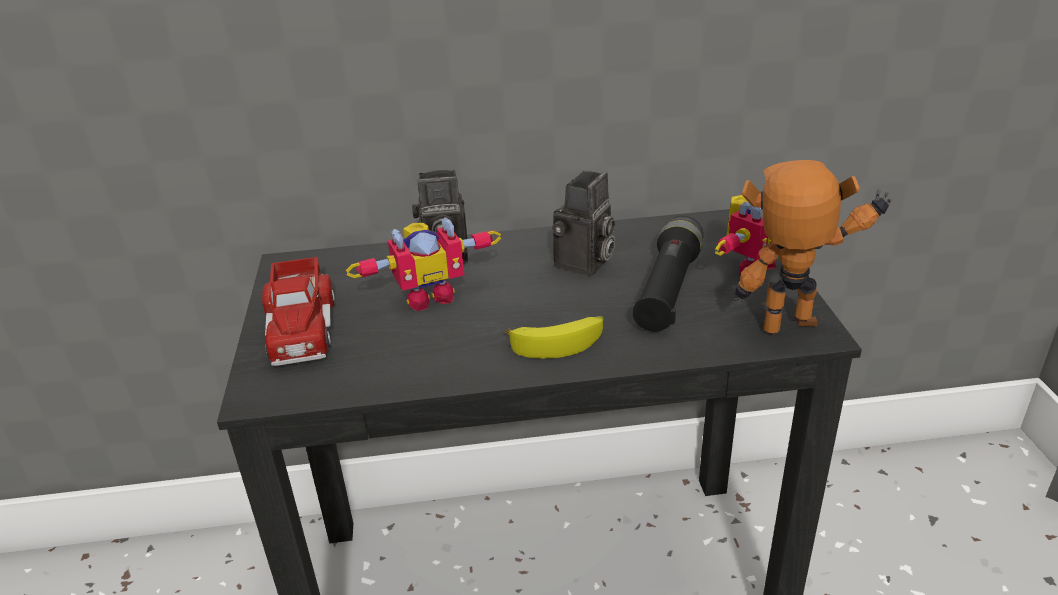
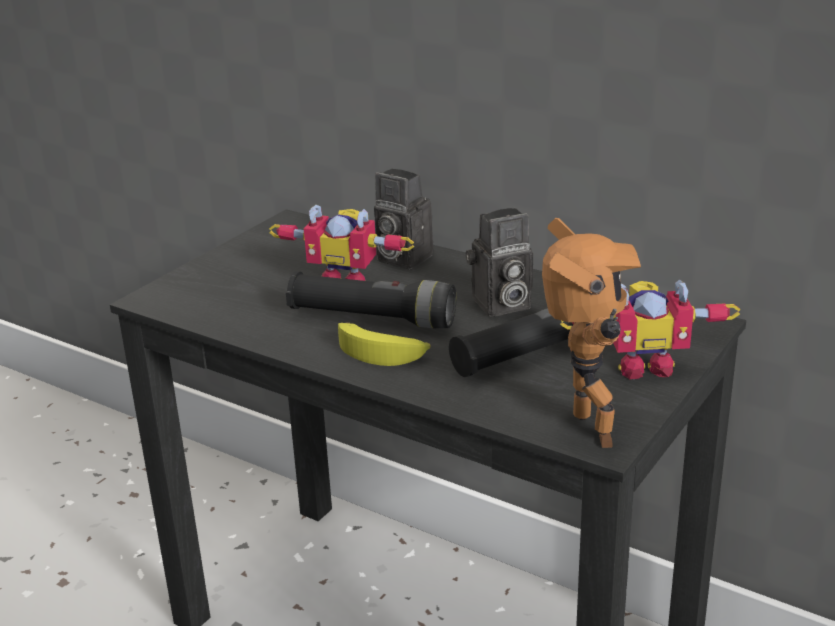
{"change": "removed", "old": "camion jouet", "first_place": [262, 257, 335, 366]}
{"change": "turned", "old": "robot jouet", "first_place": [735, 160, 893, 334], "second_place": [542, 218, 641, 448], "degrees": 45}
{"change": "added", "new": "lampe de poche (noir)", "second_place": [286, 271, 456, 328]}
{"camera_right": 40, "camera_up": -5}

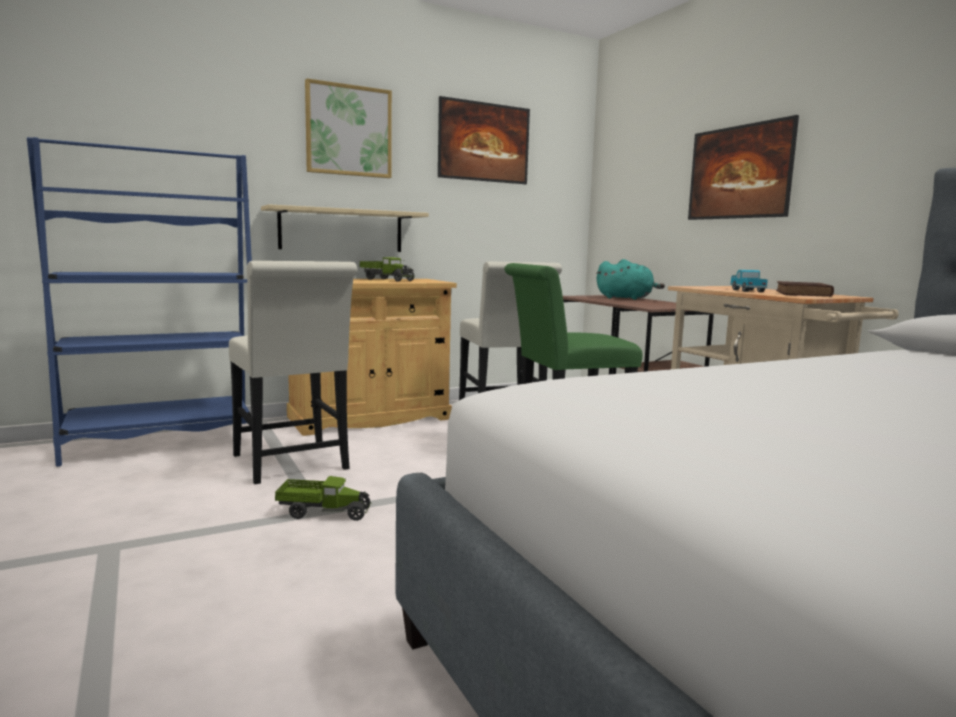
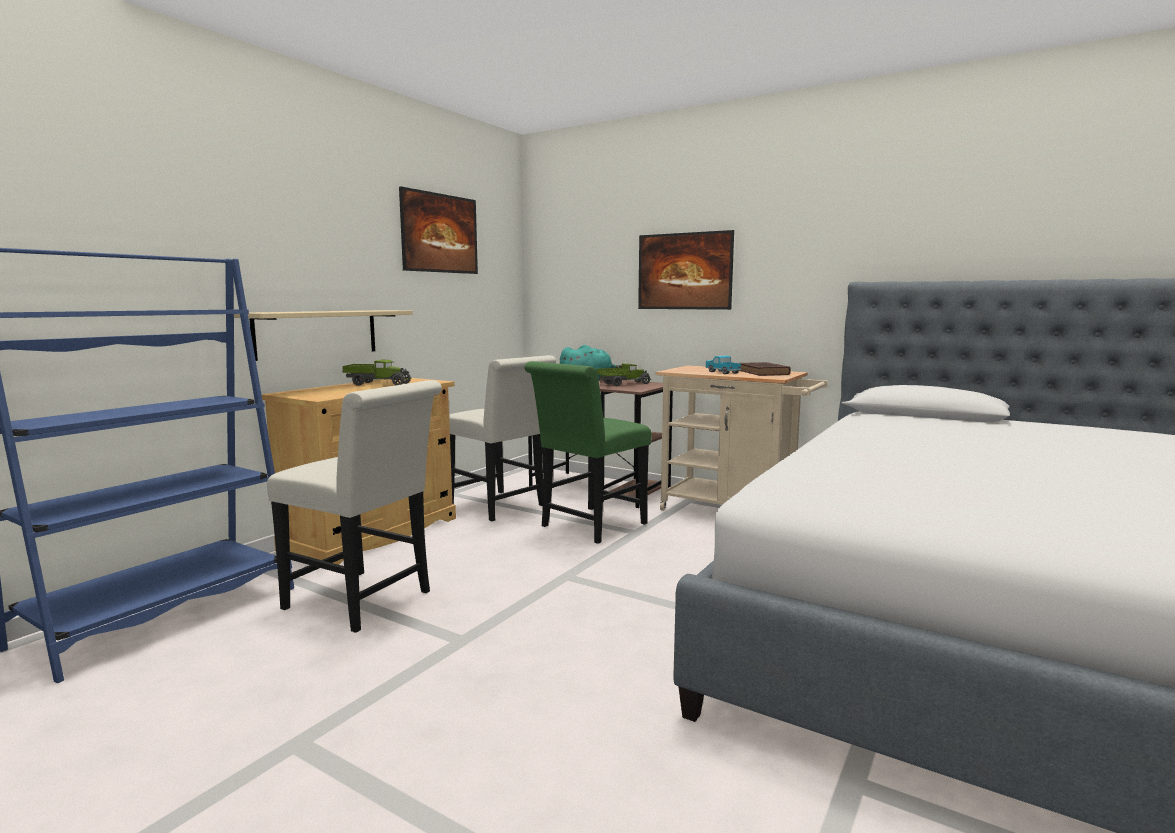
{"change": "moved", "old": "camion jouet", "first_place": [275, 476, 372, 521], "second_place": [597, 363, 651, 386]}
{"change": "removed", "old": "tableau", "first_place": [305, 78, 392, 178]}
{"camera_right": -30, "camera_up": 0}

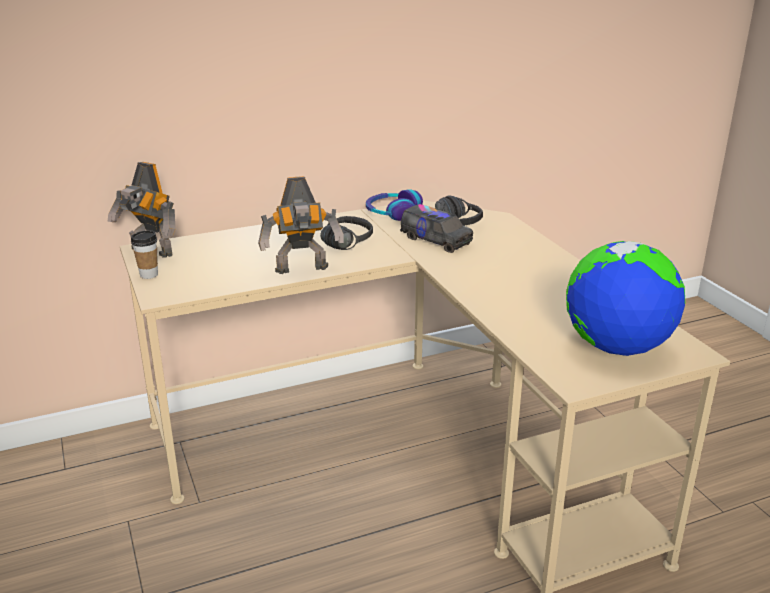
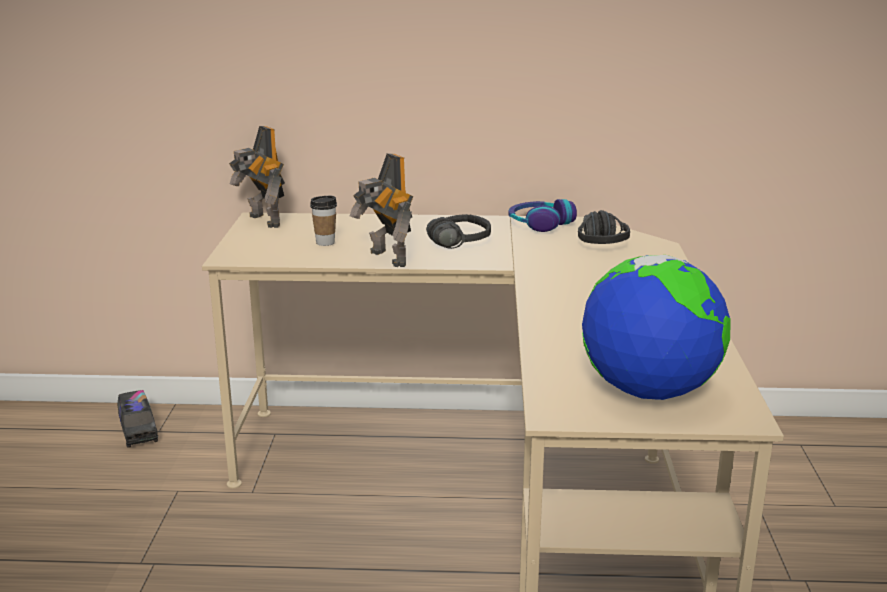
{"change": "moved", "old": "tasse", "first_place": [131, 230, 158, 279], "second_place": [310, 196, 337, 246]}
{"change": "turned", "old": "robot jouet", "first_place": [258, 176, 344, 274], "second_place": [350, 153, 414, 267], "degrees": 45}
{"change": "moved", "old": "camion jouet", "first_place": [400, 204, 473, 253], "second_place": [118, 390, 158, 448]}
{"camera_right": 25, "camera_up": -5}

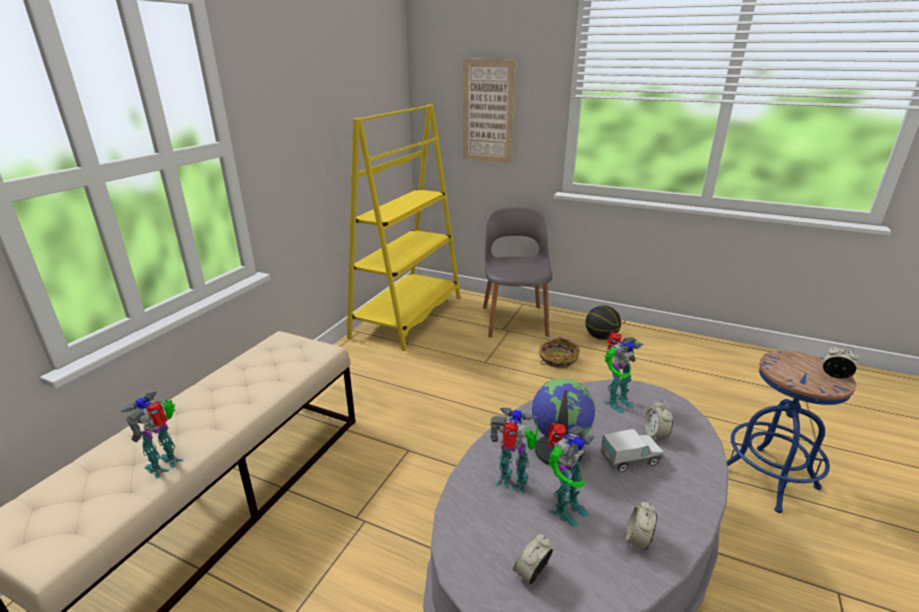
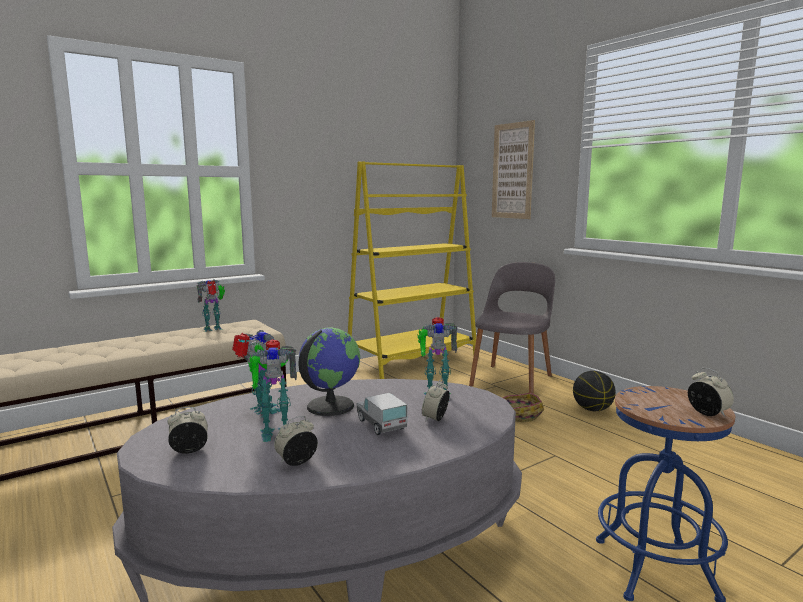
{"change": "moved", "old": "robot jouet", "first_place": [120, 392, 184, 479], "second_place": [197, 280, 225, 332]}
{"change": "turned", "old": "camion jouet", "first_place": [601, 429, 664, 472], "second_place": [357, 393, 407, 435], "degrees": -135}
{"camera_right": 30, "camera_up": -15}

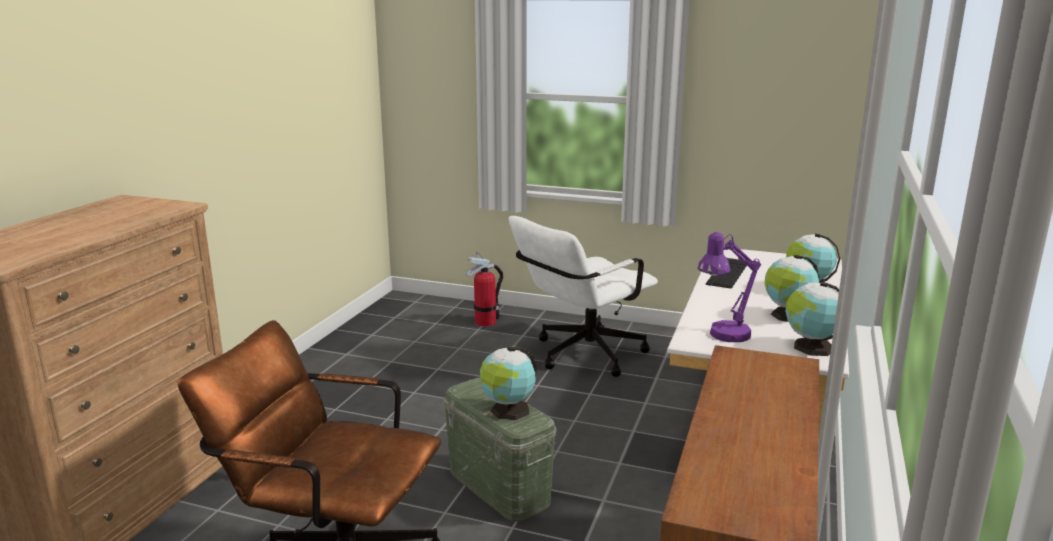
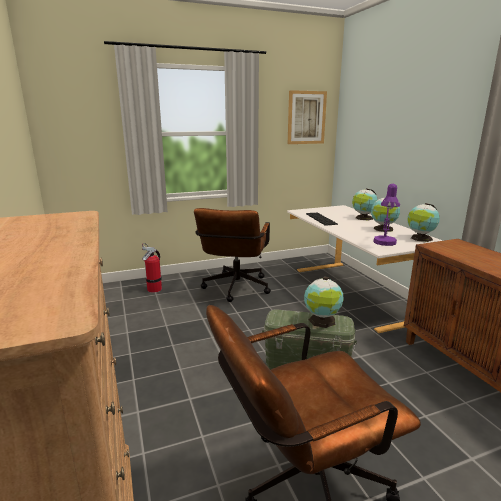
{"change": "recoloured", "old": "chaise de bureau (blanc)", "new": "chaise de bureau (marron)", "first_place": [509, 216, 658, 377], "second_place": [194, 208, 271, 302]}
{"change": "added", "new": "tableau", "second_place": [288, 90, 327, 144]}
{"camera_right": -40, "camera_up": 0}

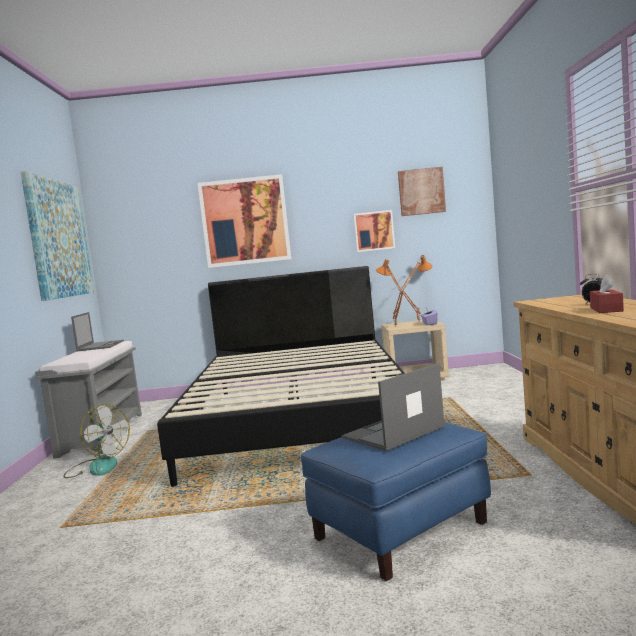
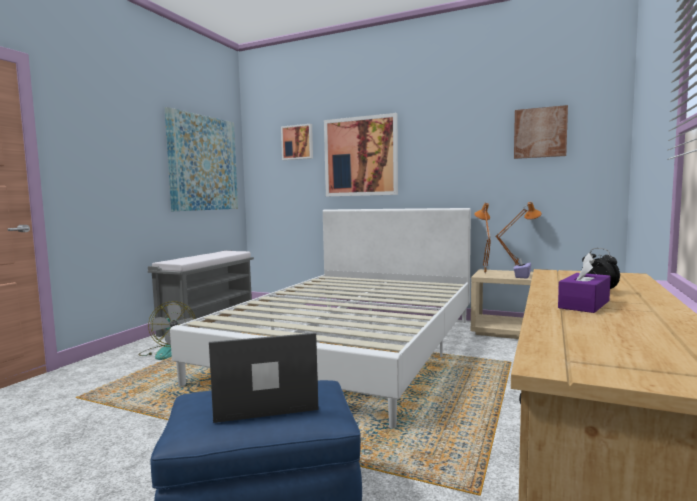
{"change": "removed", "old": "ordinateur portable", "first_place": [71, 312, 124, 351]}
{"change": "recoloured", "old": "lit (noir)", "new": "lit (blanc)", "first_place": [157, 266, 405, 487], "second_place": [170, 208, 471, 428]}
{"change": "moved", "old": "tableau", "first_place": [353, 210, 395, 252], "second_place": [281, 124, 313, 160]}
{"change": "recoloured", "old": "boîte à mouchoirs (rouge)", "new": "boîte à mouchoirs (violet)", "first_place": [590, 275, 624, 313], "second_place": [558, 253, 611, 313]}
{"camera_right": 25, "camera_up": 0}

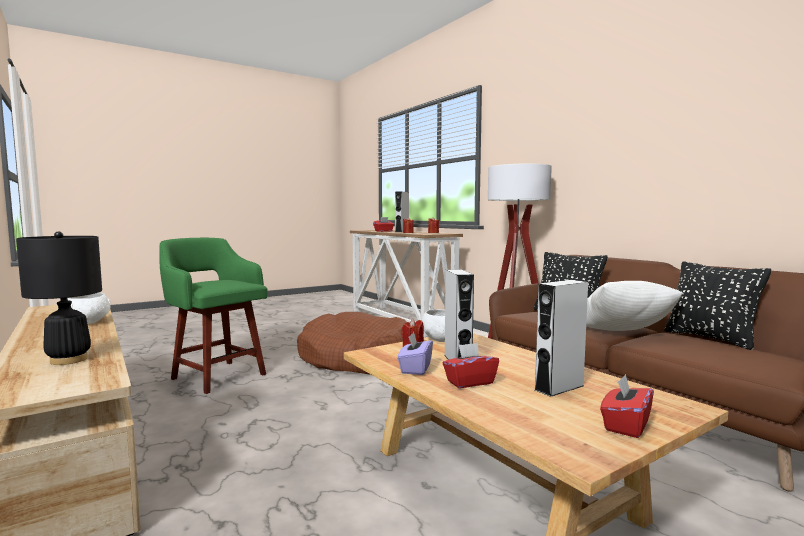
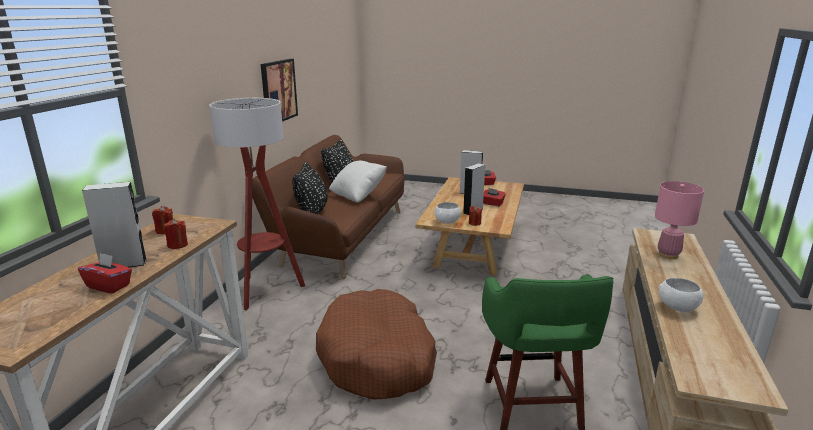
{"change": "recoloured", "old": "lampe de table (noir)", "new": "lampe de table (rose)", "first_place": [16, 231, 102, 365], "second_place": [655, 181, 704, 259]}
{"change": "removed", "old": "boîte à mouchoirs (violet)", "first_place": [397, 332, 433, 375]}
{"change": "added", "new": "tableau", "second_place": [261, 59, 298, 122]}
{"camera_right": -130, "camera_up": 15}

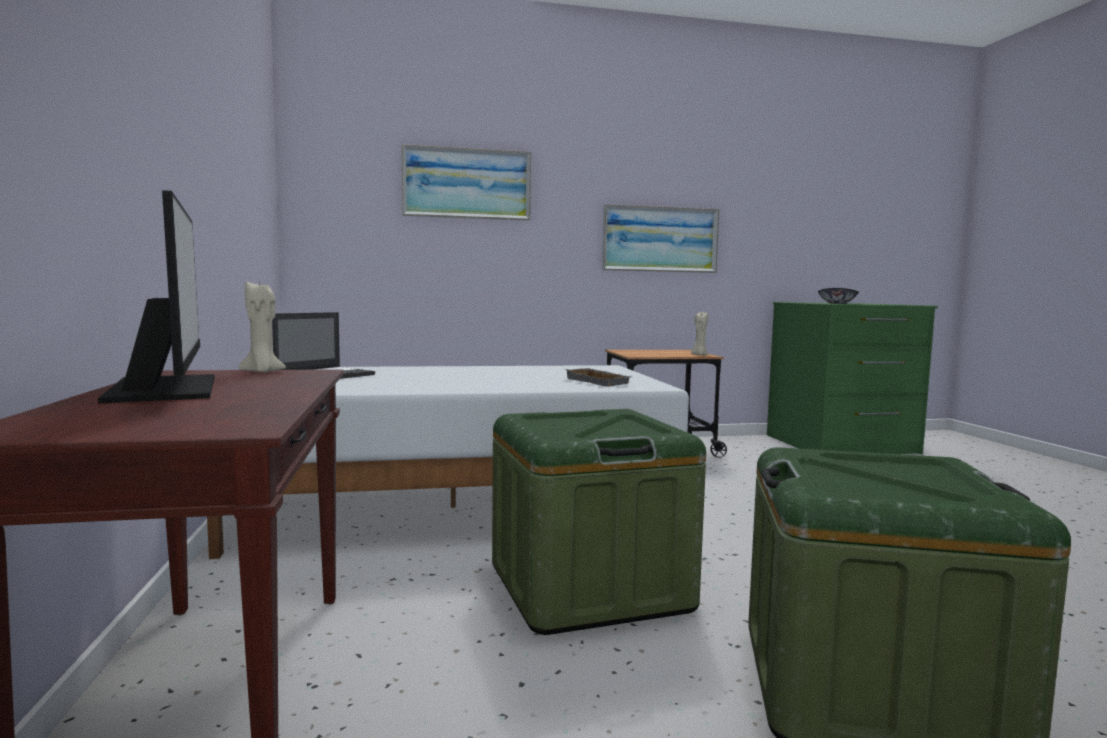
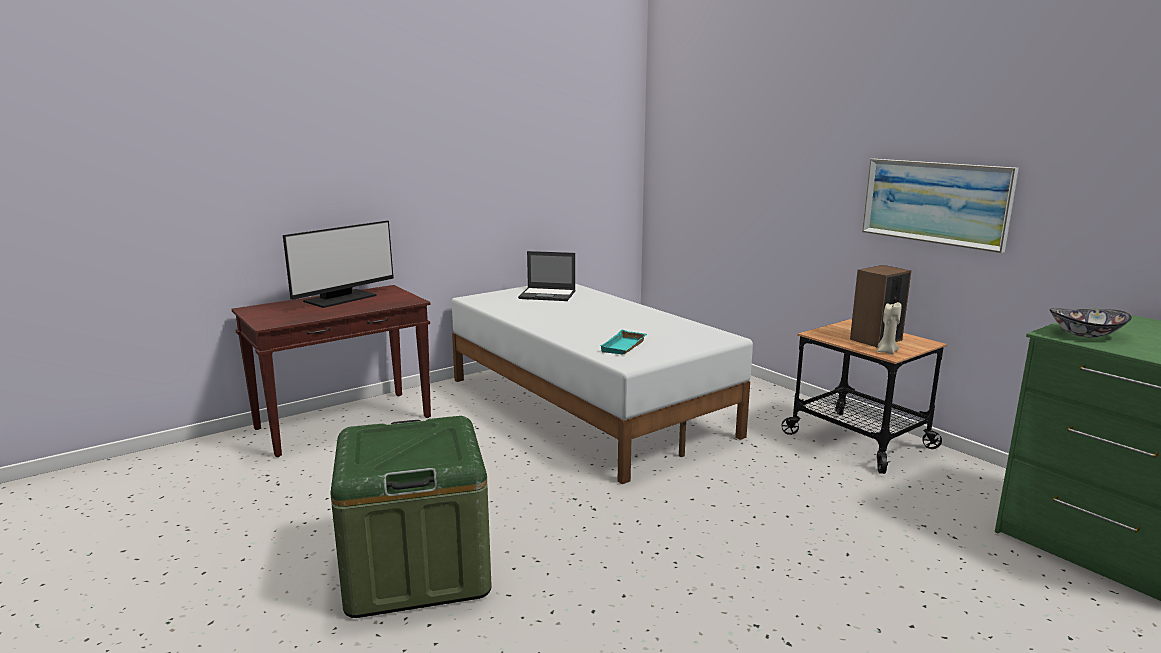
{"change": "removed", "old": "bougie (beige)", "first_place": [238, 282, 286, 372]}
{"change": "removed", "old": "tableau", "first_place": [402, 144, 531, 221]}
{"change": "removed", "old": "boîte de rangement (vert)", "first_place": [492, 409, 706, 635]}
{"change": "recoloured", "old": "plateau (gris)", "new": "plateau (turquoise)", "first_place": [565, 368, 631, 387], "second_place": [599, 330, 647, 355]}
{"change": "added", "new": "enceinte", "second_place": [850, 265, 911, 348]}
{"camera_right": 65, "camera_up": 10}

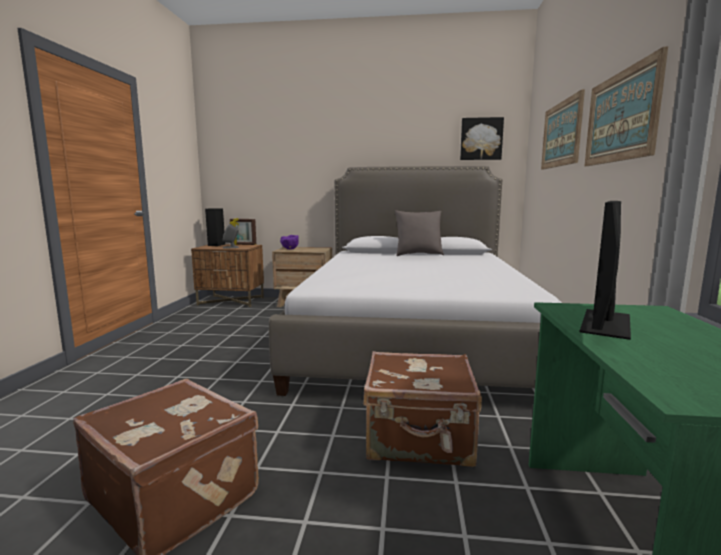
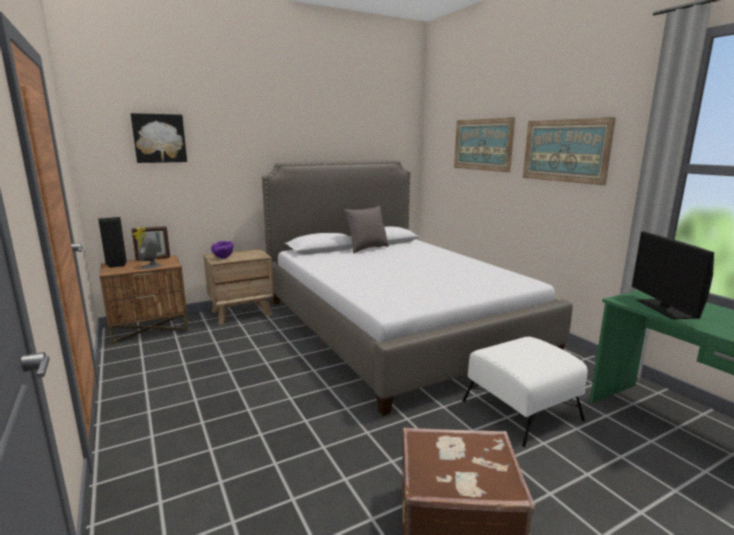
{"change": "replaced", "old": "valise (marron)", "new": "pouf (blanc)", "first_place": [363, 351, 482, 467], "second_place": [462, 337, 588, 447]}
{"change": "moved", "old": "tableau", "first_place": [460, 117, 504, 160], "second_place": [131, 113, 187, 163]}
{"camera_right": -35, "camera_up": 5}

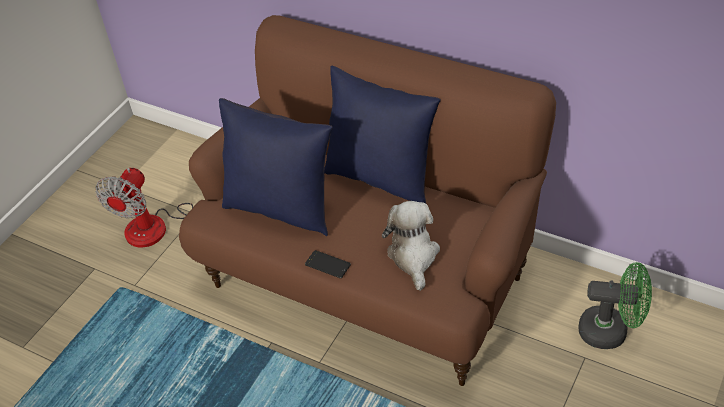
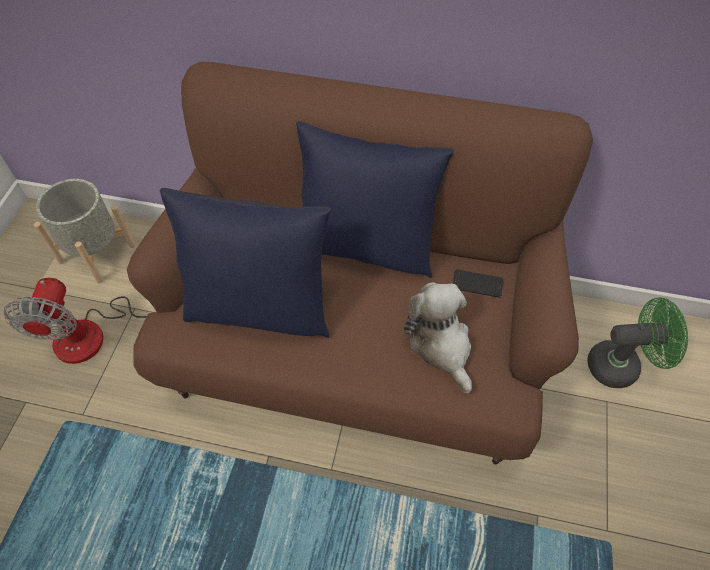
{"change": "moved", "old": "téléphone", "first_place": [305, 250, 351, 278], "second_place": [453, 270, 503, 298]}
{"change": "added", "new": "cache-pot (gris)", "second_place": [34, 179, 136, 283]}
{"camera_right": -20, "camera_up": 10}

